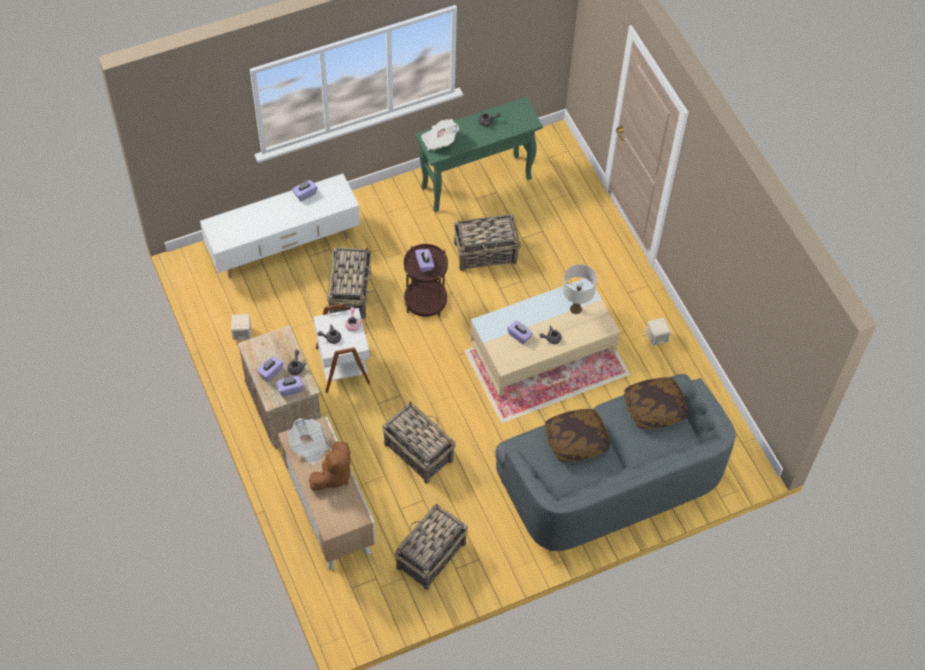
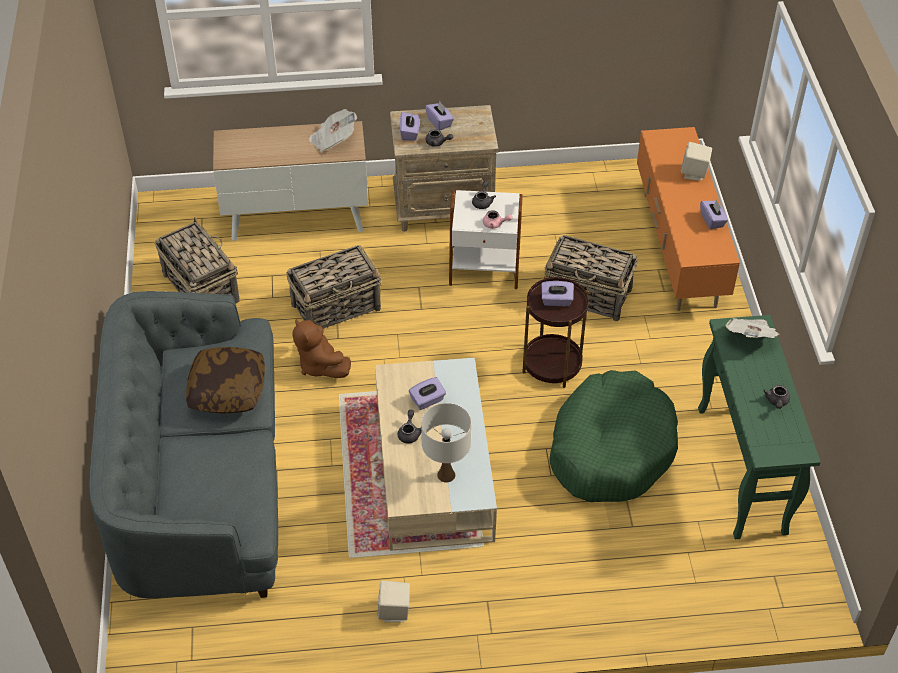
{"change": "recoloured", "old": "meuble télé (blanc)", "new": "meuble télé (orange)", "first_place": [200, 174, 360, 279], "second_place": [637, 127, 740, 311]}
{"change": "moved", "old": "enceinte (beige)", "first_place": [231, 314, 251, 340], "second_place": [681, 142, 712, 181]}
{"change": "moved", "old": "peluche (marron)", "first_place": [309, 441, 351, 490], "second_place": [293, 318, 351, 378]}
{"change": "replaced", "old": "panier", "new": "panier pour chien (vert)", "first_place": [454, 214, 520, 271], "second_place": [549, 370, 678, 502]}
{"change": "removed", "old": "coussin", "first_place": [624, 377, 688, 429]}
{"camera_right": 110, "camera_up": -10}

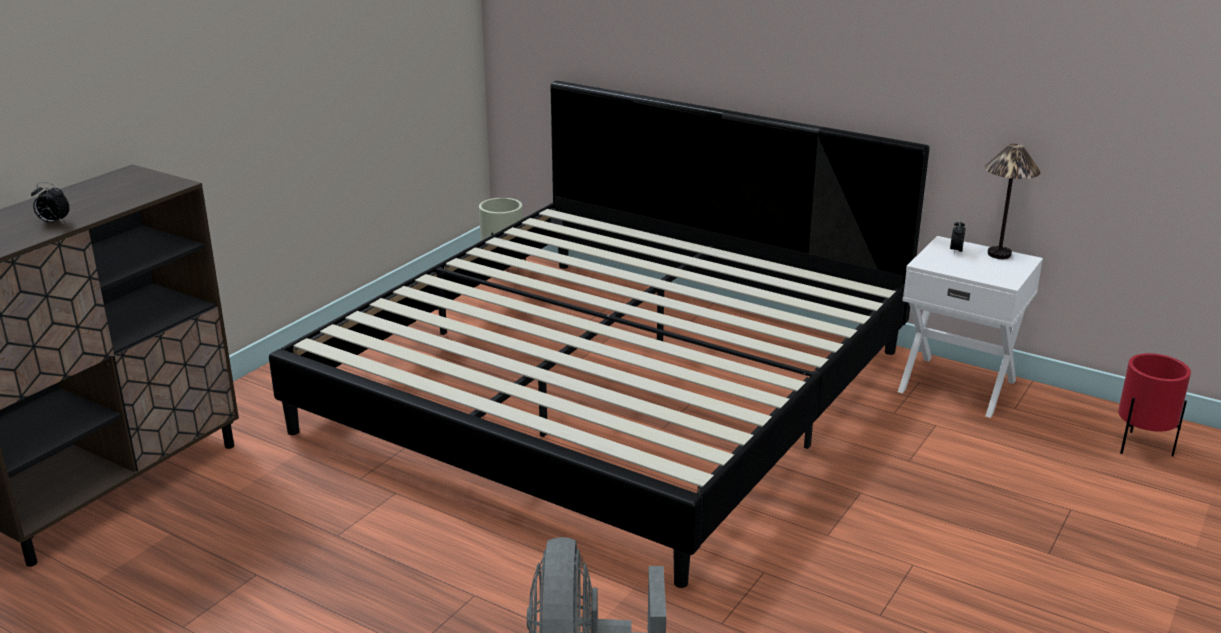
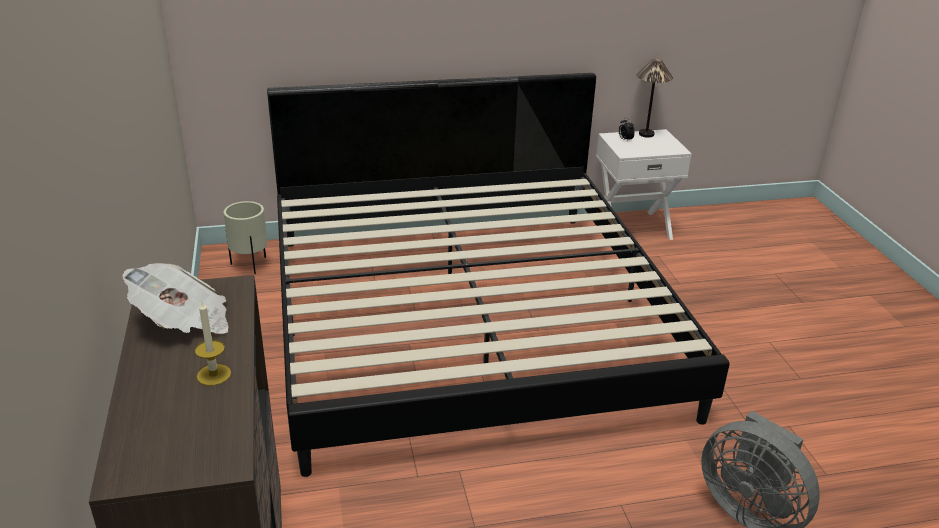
{"change": "replaced", "old": "réveil", "new": "bougie", "first_place": [31, 182, 70, 223], "second_place": [195, 302, 231, 386]}
{"change": "removed", "old": "cache-pot (rouge)", "first_place": [1118, 353, 1191, 456]}
{"change": "added", "new": "journal", "second_place": [122, 263, 228, 334]}
{"camera_right": -45, "camera_up": 5}

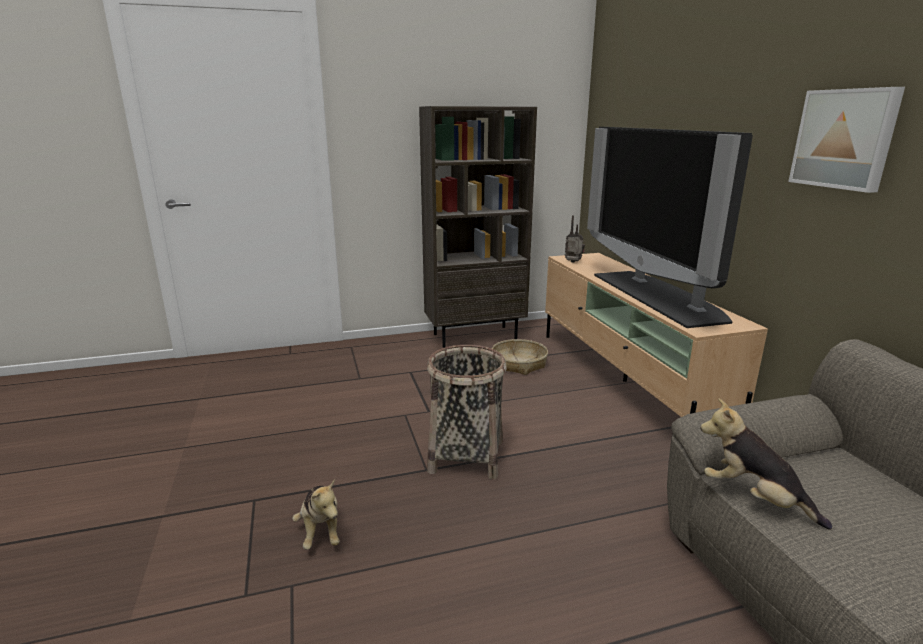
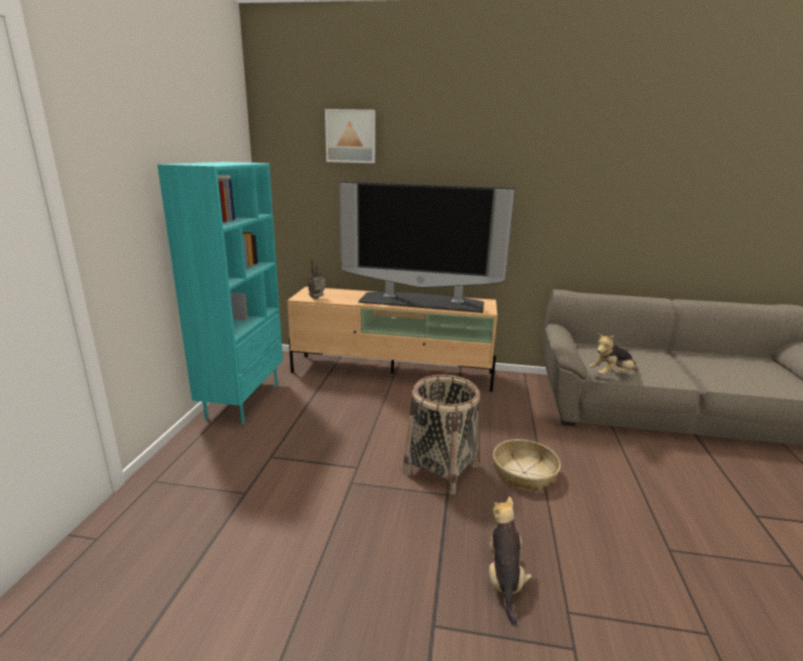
{"change": "turned", "old": "peluche", "first_place": [292, 480, 340, 550], "second_place": [489, 496, 532, 626], "degrees": -90}
{"change": "recoloured", "old": "bibliothèque (marron)", "new": "bibliothèque (turquoise)", "first_place": [419, 106, 537, 348], "second_place": [157, 162, 283, 424]}
{"change": "moved", "old": "panier", "first_place": [492, 339, 548, 375], "second_place": [493, 439, 561, 492]}
{"change": "moved", "old": "tableau", "first_place": [788, 87, 905, 193], "second_place": [325, 109, 375, 163]}
{"camera_right": -65, "camera_up": 0}

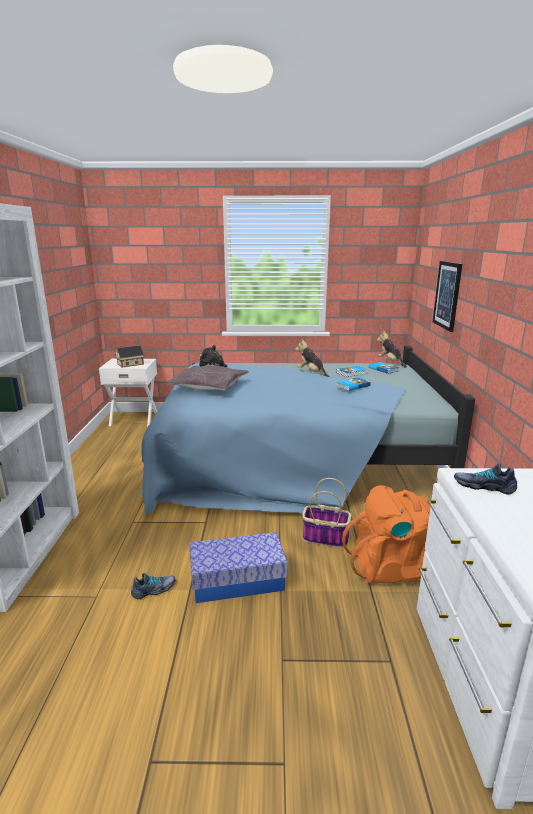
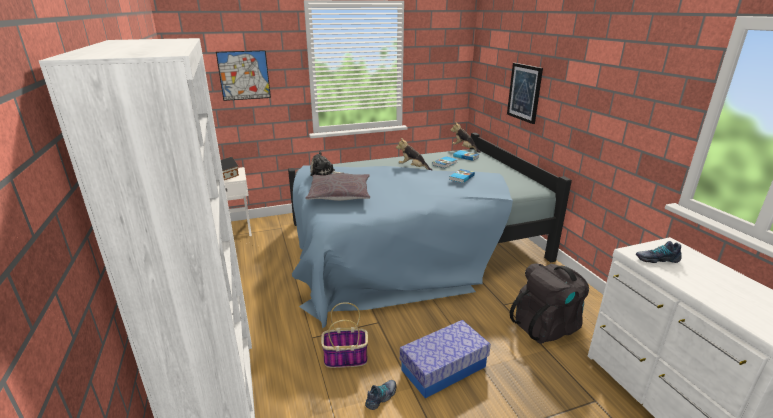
{"change": "moved", "old": "panier", "first_place": [302, 478, 352, 548], "second_place": [321, 302, 368, 368]}
{"change": "recoloured", "old": "sac à dos (orange)", "new": "sac à dos (noir)", "first_place": [342, 485, 431, 583], "second_place": [510, 263, 589, 344]}
{"change": "added", "new": "tableau", "second_place": [216, 50, 271, 101]}
{"camera_right": -20, "camera_up": 5}

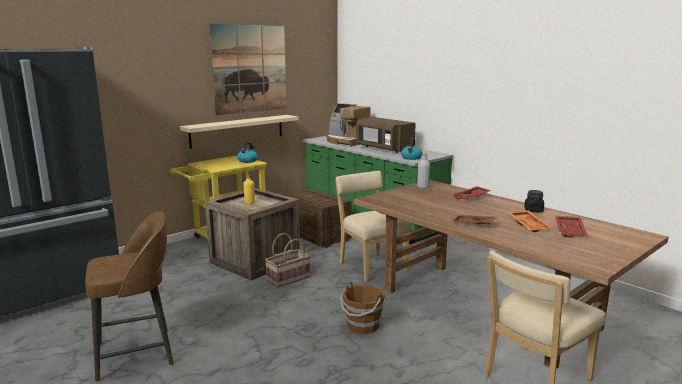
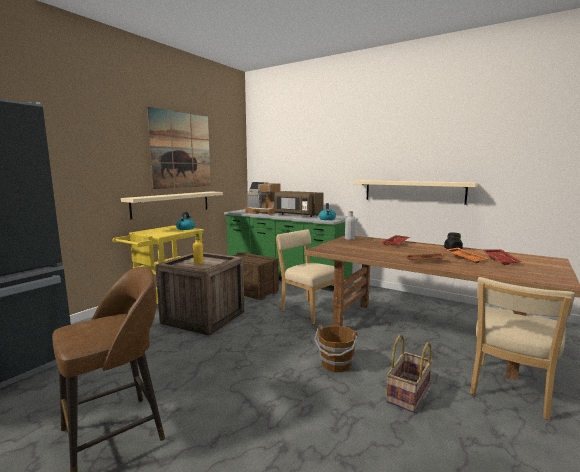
{"change": "moved", "old": "panier", "first_place": [265, 233, 311, 288], "second_place": [386, 335, 432, 413]}
{"change": "added", "new": "étagère (beige)", "second_place": [354, 180, 478, 205]}
{"camera_right": -15, "camera_up": -5}

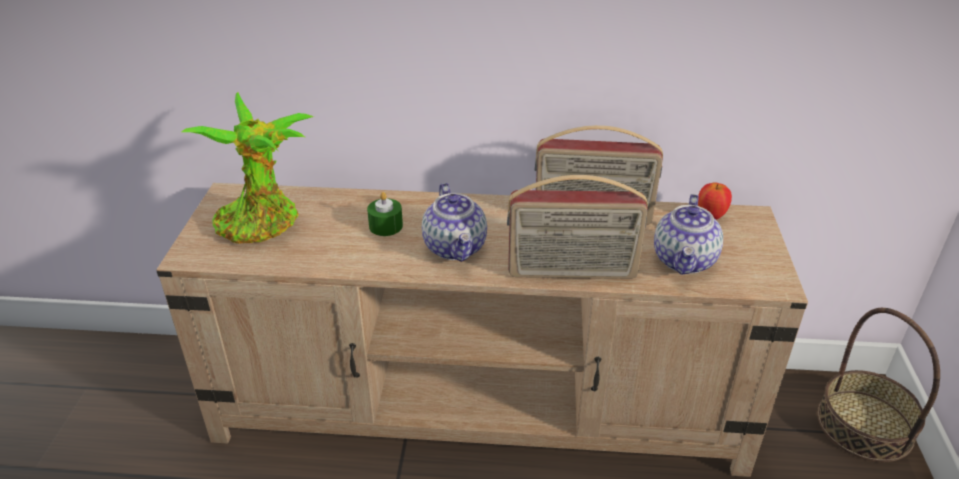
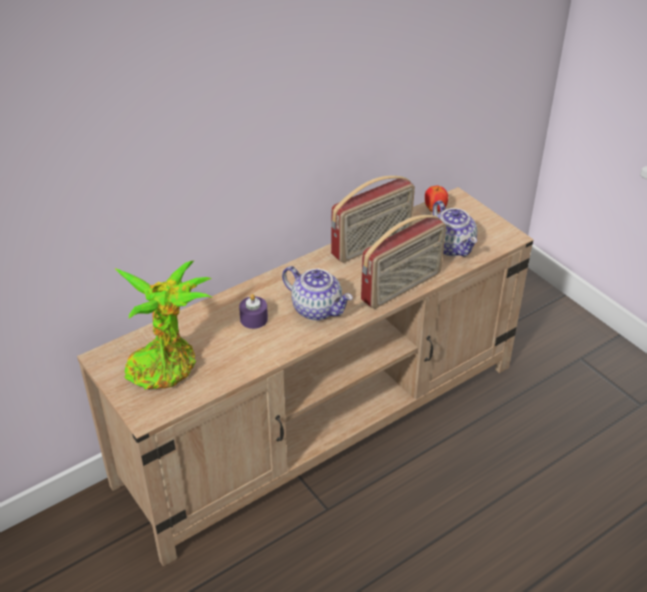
{"change": "recoloured", "old": "bougie (vert)", "new": "bougie (violet)", "first_place": [367, 192, 403, 236], "second_place": [239, 294, 268, 329]}
{"change": "removed", "old": "panier", "first_place": [817, 308, 940, 462]}
{"camera_right": -40, "camera_up": 5}

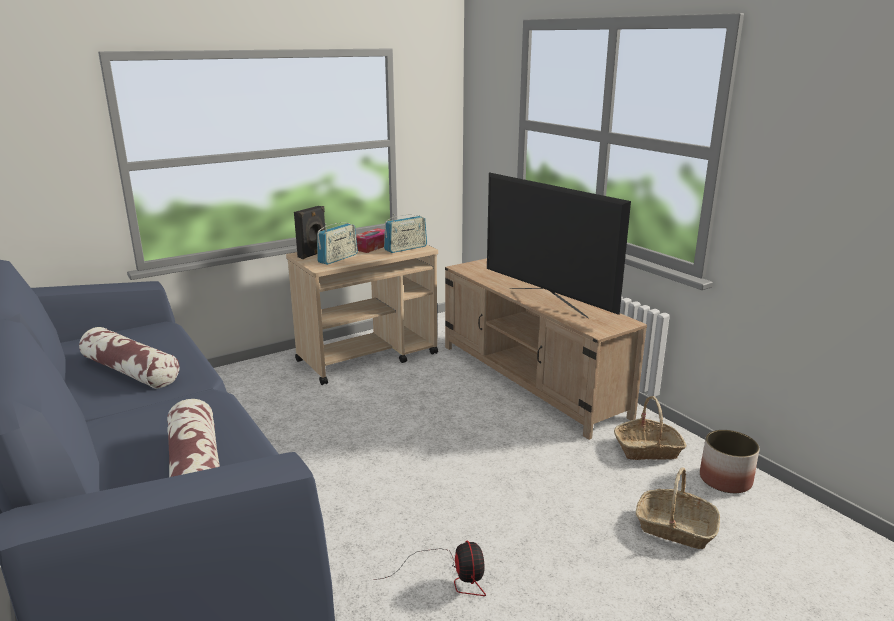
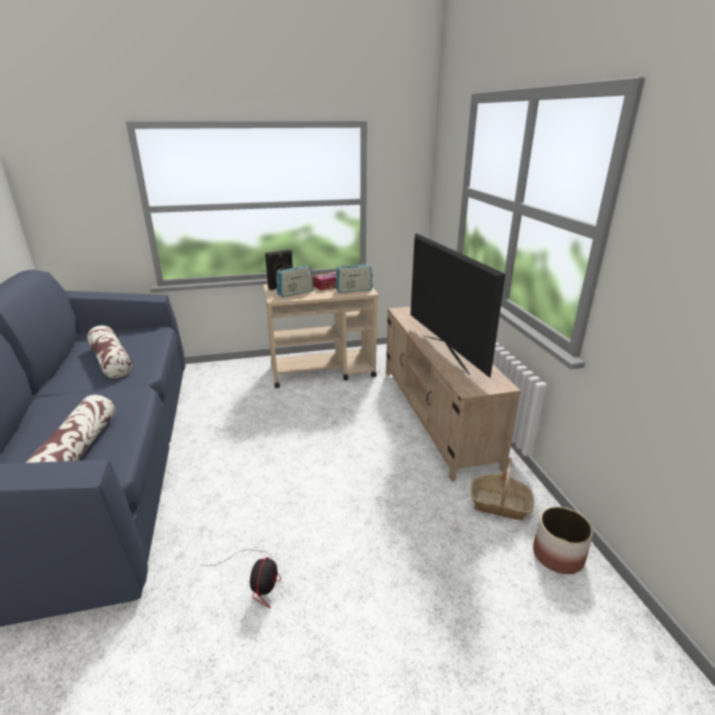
{"change": "removed", "old": "panier", "first_place": [636, 467, 720, 549]}
{"camera_right": 20, "camera_up": 5}

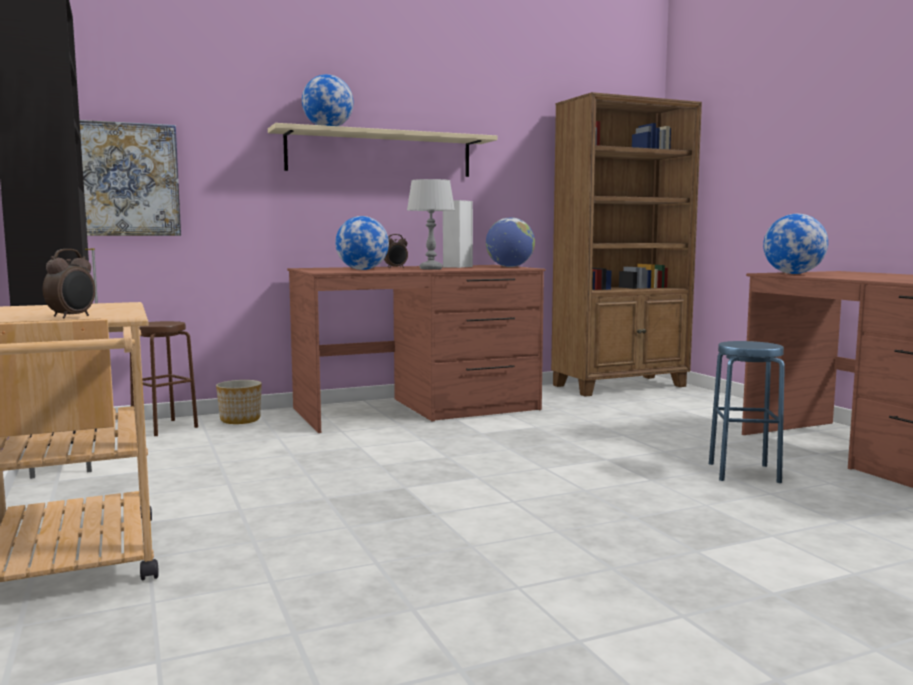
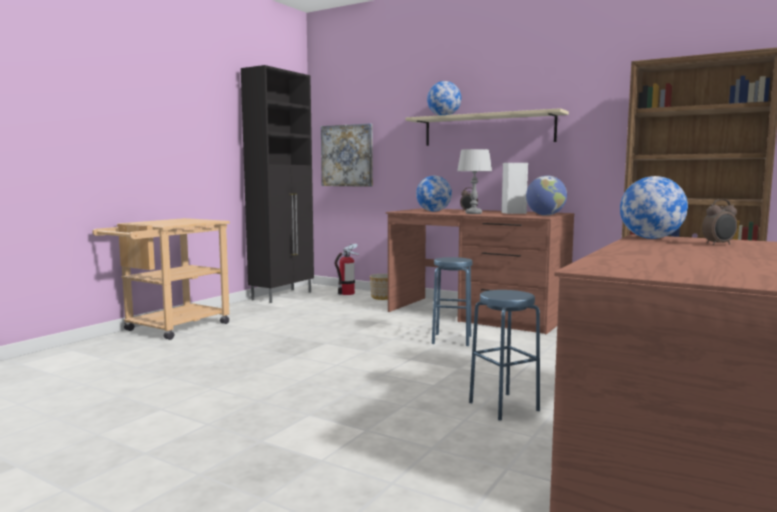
{"change": "moved", "old": "réveil", "first_place": [43, 249, 95, 319], "second_place": [702, 199, 738, 245]}
{"change": "replaced", "old": "tabouret (marron)", "new": "extincteur", "first_place": [130, 321, 198, 436], "second_place": [335, 244, 359, 295]}
{"change": "added", "new": "tabouret (bleu)", "second_place": [432, 257, 472, 346]}
{"camera_right": 55, "camera_up": 0}

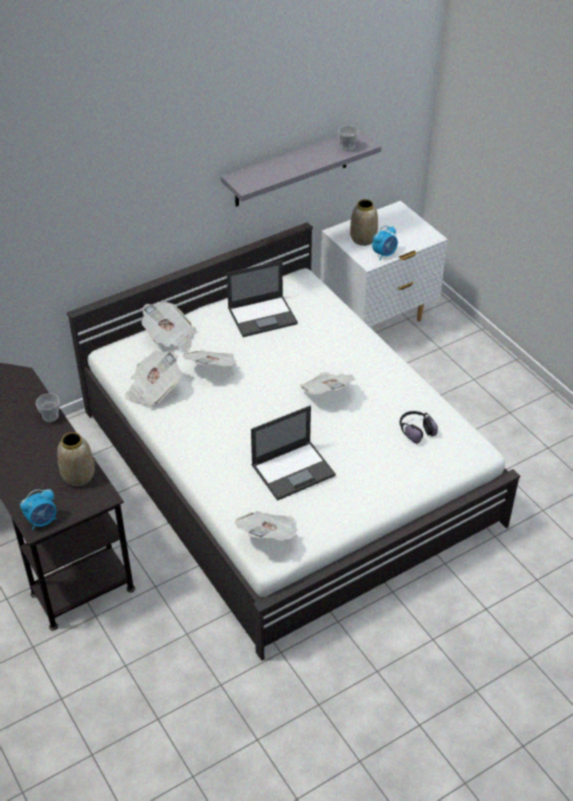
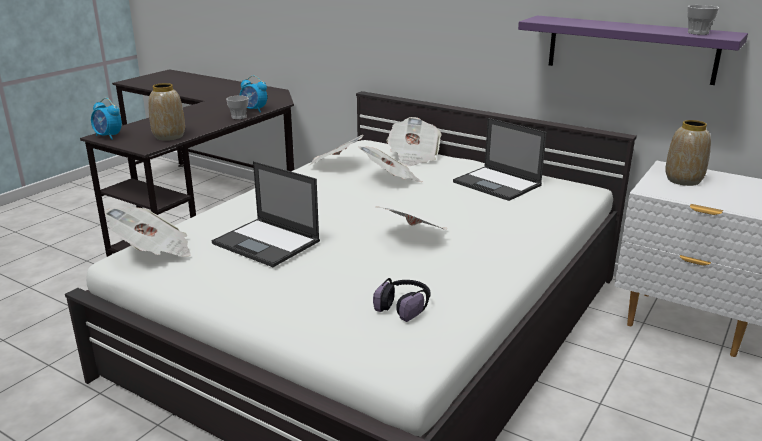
{"change": "recoloured", "old": "étagère (gris)", "new": "étagère (violet)", "first_place": [221, 129, 382, 207], "second_place": [518, 16, 748, 85]}
{"change": "moved", "old": "réveil", "first_place": [372, 226, 398, 260], "second_place": [240, 75, 267, 112]}
{"camera_right": 65, "camera_up": -20}

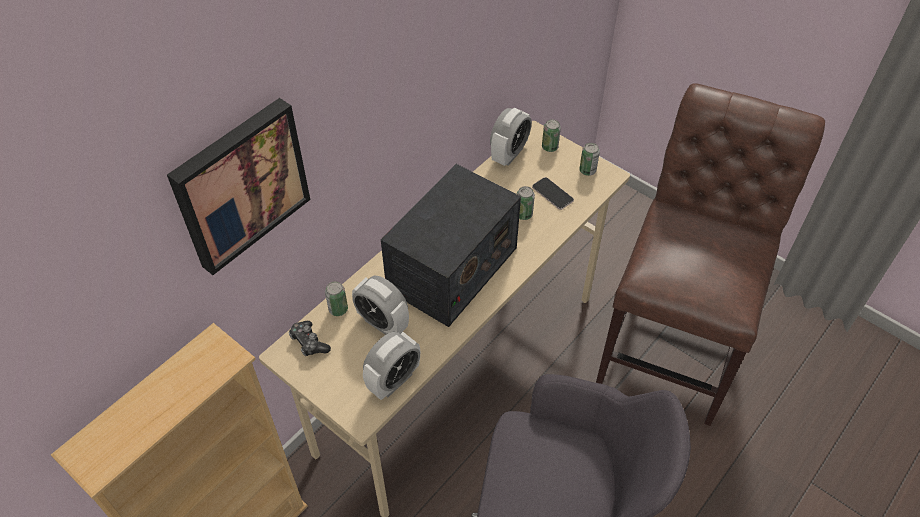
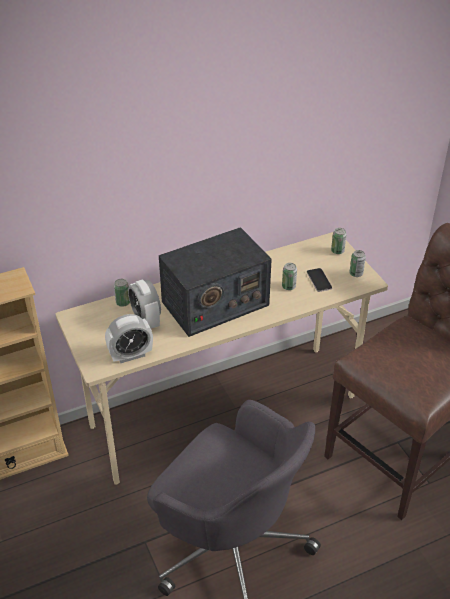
{"change": "removed", "old": "tableau", "first_place": [167, 98, 310, 275]}
{"change": "removed", "old": "manette", "first_place": [288, 321, 331, 356]}
{"change": "removed", "old": "réveil", "first_place": [490, 108, 532, 166]}
{"camera_right": 25, "camera_up": -10}

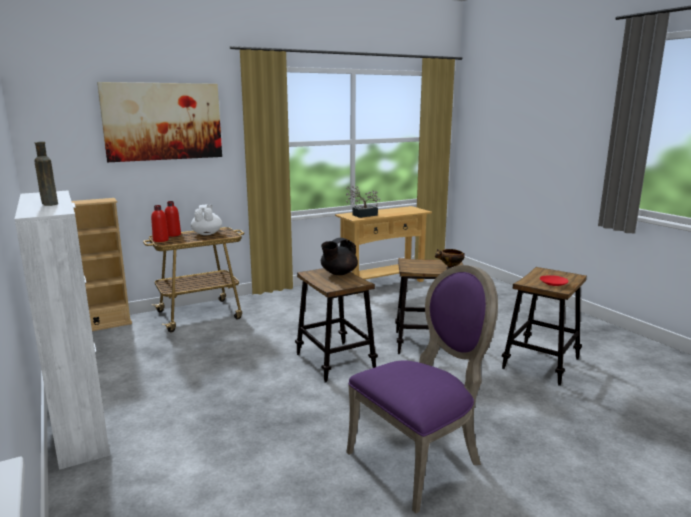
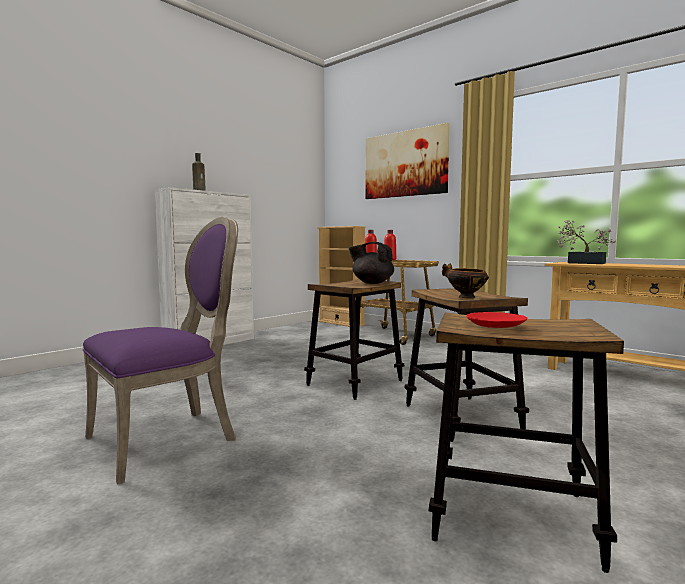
{"change": "removed", "old": "théière (blanc)", "first_place": [191, 205, 222, 235]}
{"change": "turned", "old": "chaise (violet)", "first_place": [346, 265, 498, 514], "second_place": [83, 217, 238, 485], "degrees": -75}
{"camera_right": 70, "camera_up": -10}

